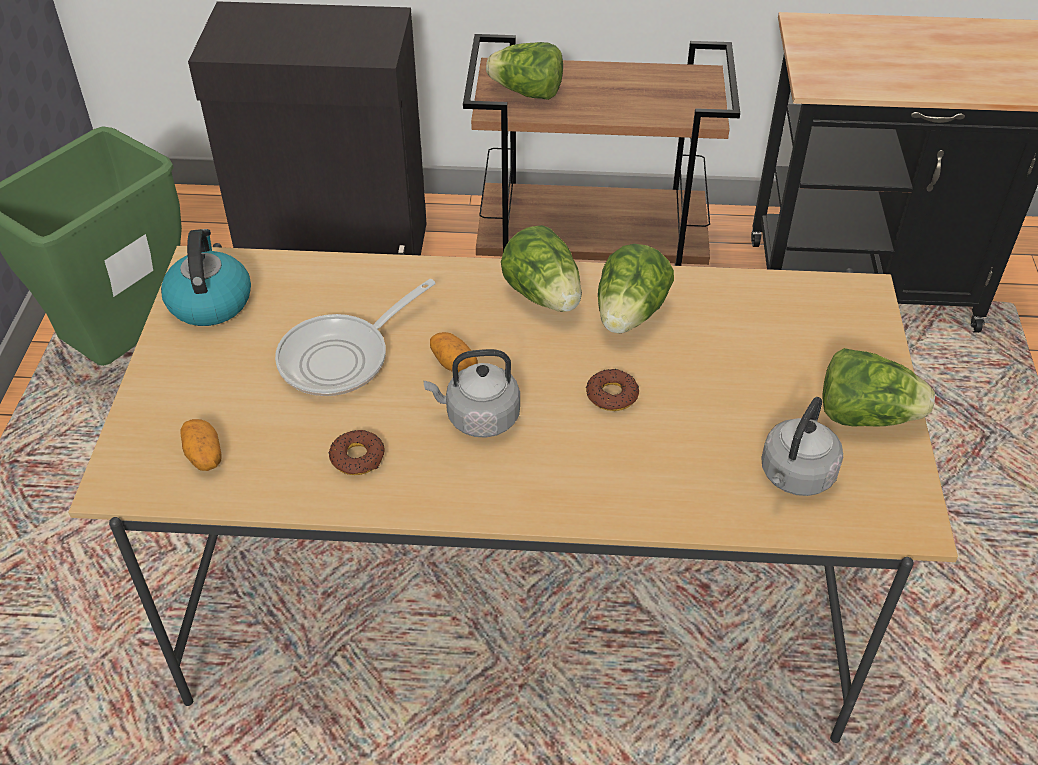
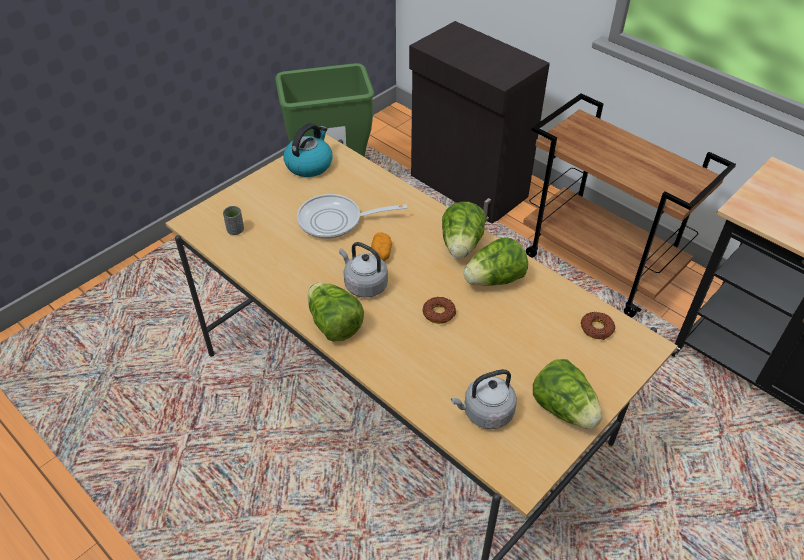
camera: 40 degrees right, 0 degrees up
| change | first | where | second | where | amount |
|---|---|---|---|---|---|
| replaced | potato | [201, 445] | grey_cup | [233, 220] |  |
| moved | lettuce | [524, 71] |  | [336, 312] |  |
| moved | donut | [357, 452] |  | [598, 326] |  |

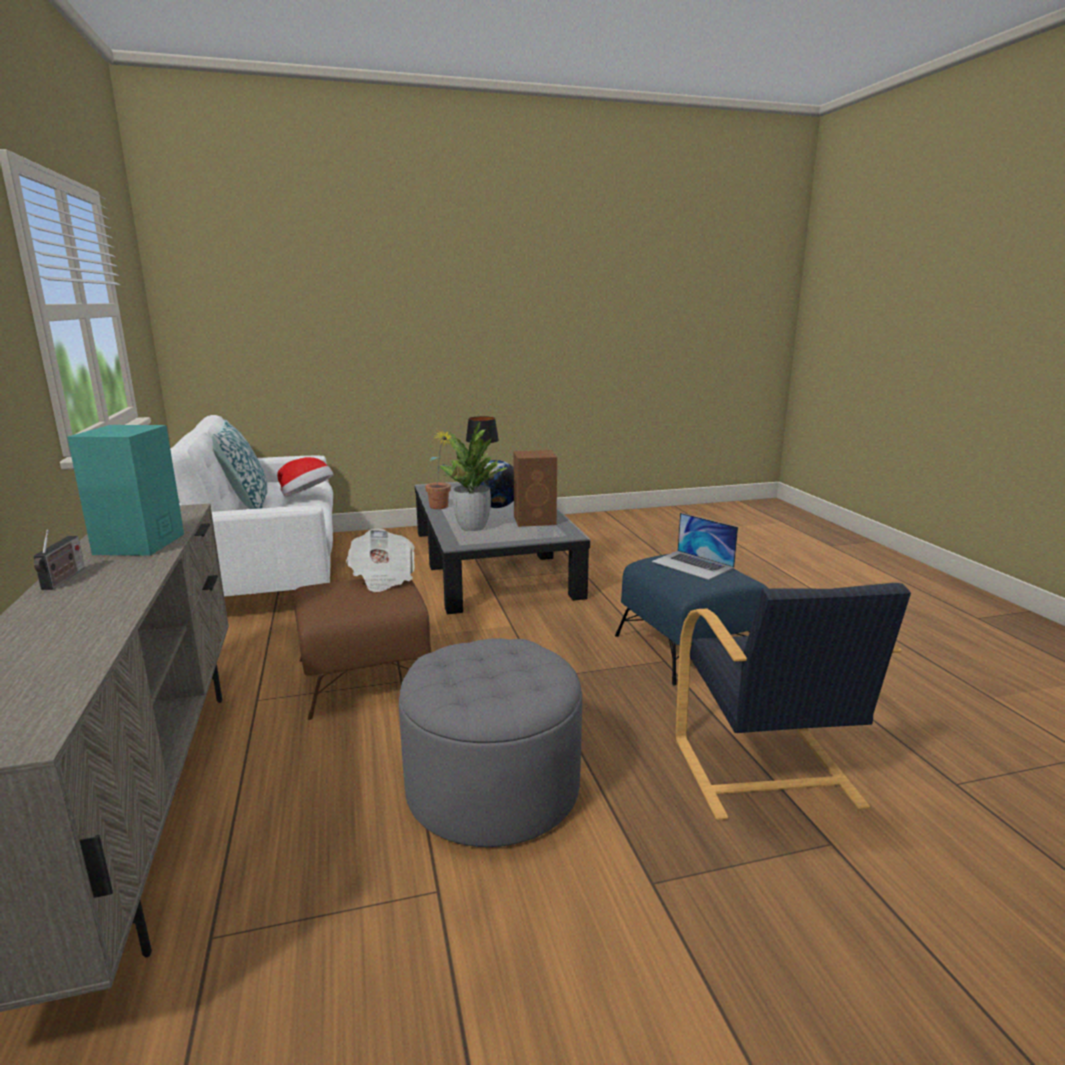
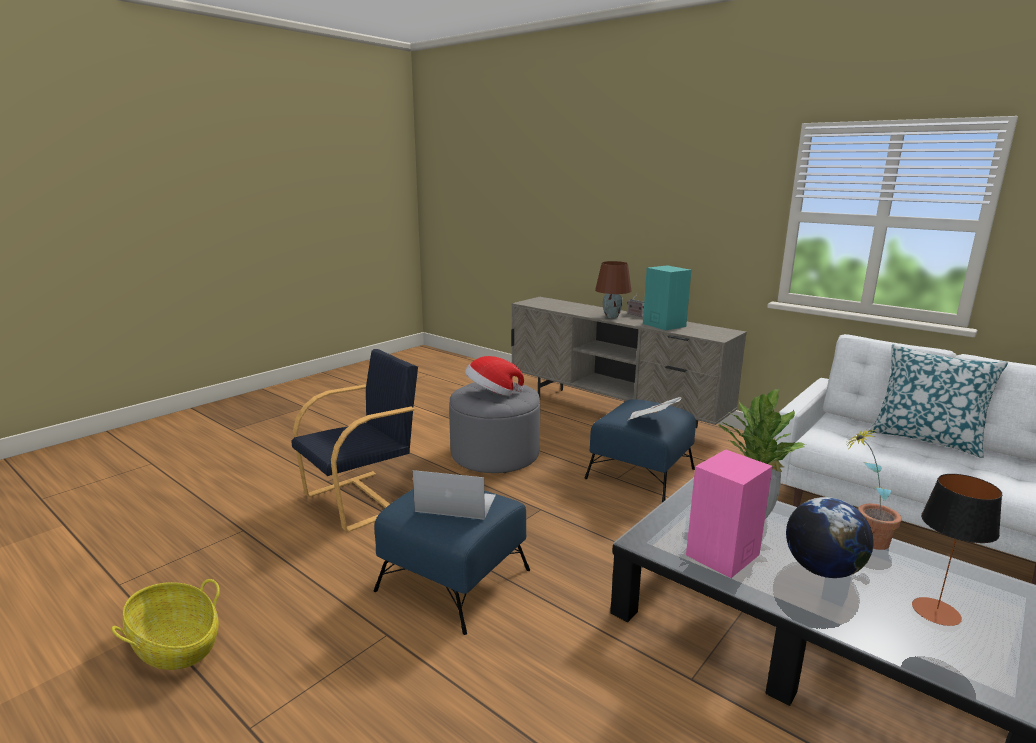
camera: 145 degrees right, 0 degrees up
| change | first | where | second | where | amount |
|---|---|---|---|---|---|
| added |  |  | basket | [166, 624] |  |
| turned | black_armchair | [793, 701] |  | [355, 440] | 90 degrees clockwise |
| moved | hat | [305, 476] |  | [494, 376] |  |
| recoloured | brown_ottoman | [362, 649] | blue_ottoman | [640, 451] |  |
| added |  |  | brown_table_lamp | [613, 289] |  |
| recoloured | brown_speaker | [535, 488] | pink_speaker | [729, 513] |  |

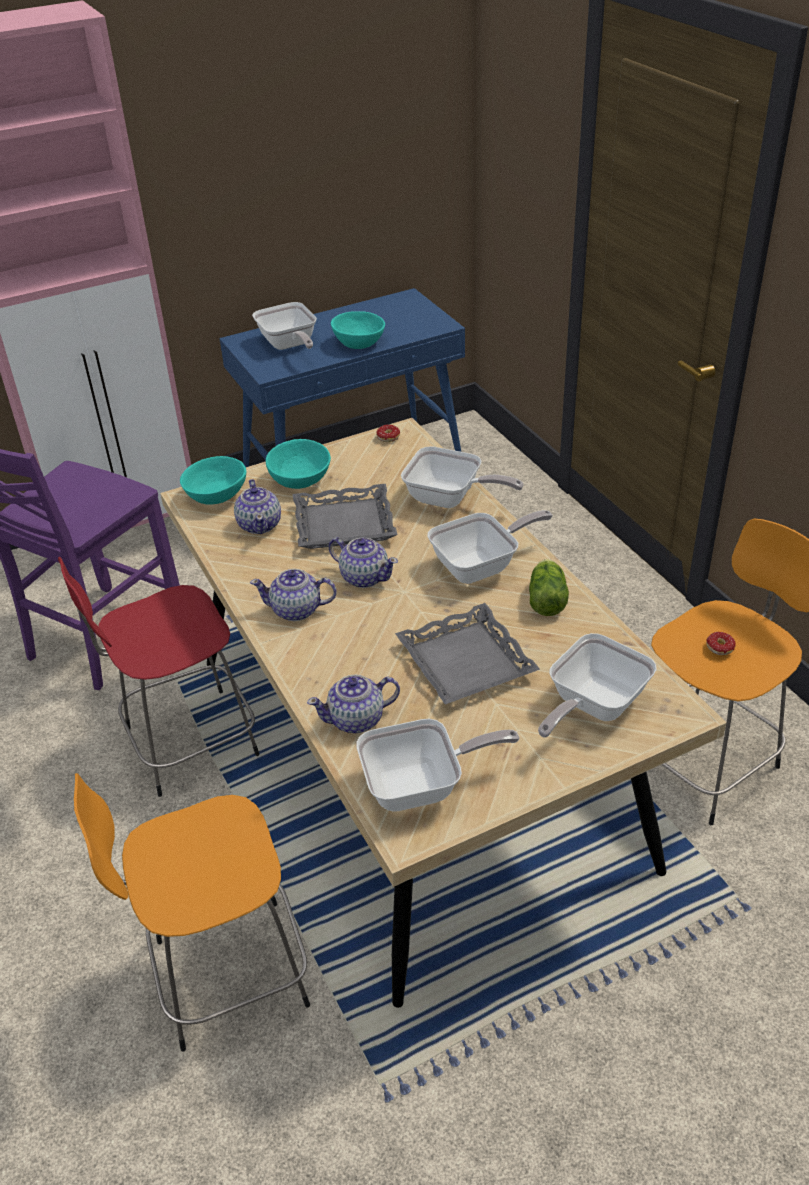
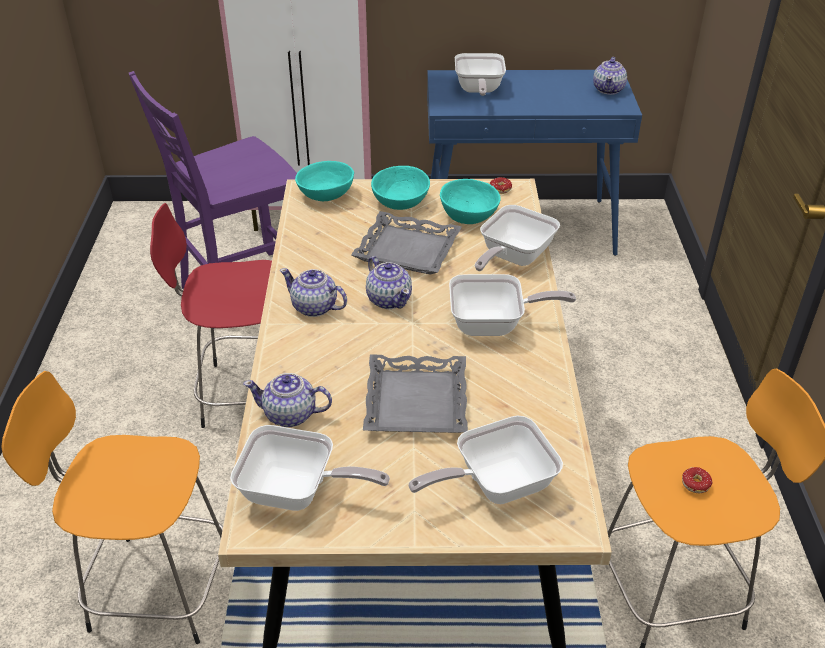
camera: 25 degrees right, 0 degrees up
| change | first | where | second | where | amount |
|---|---|---|---|---|---|
| moved | turquoise_bowl | [358, 330] |  | [470, 201] |  |
| turned | frying_pan | [462, 477] |  | [517, 238] | 75 degrees clockwise |
| moved | teapot | [257, 506] |  | [610, 76] |  |
| removed | lettuce | [549, 587] |  |  |  |

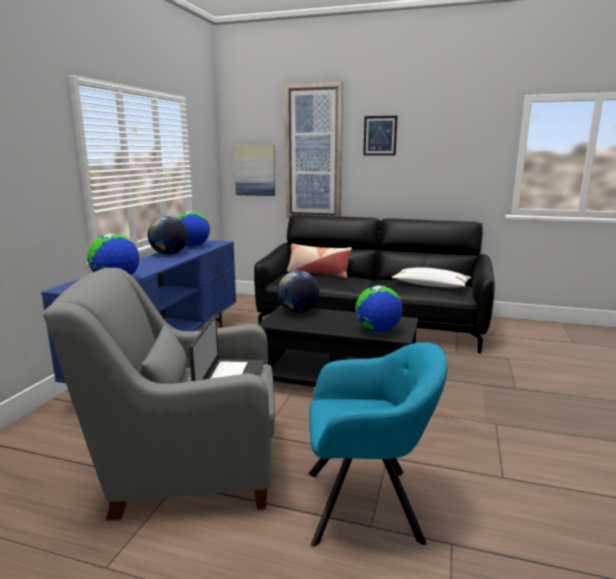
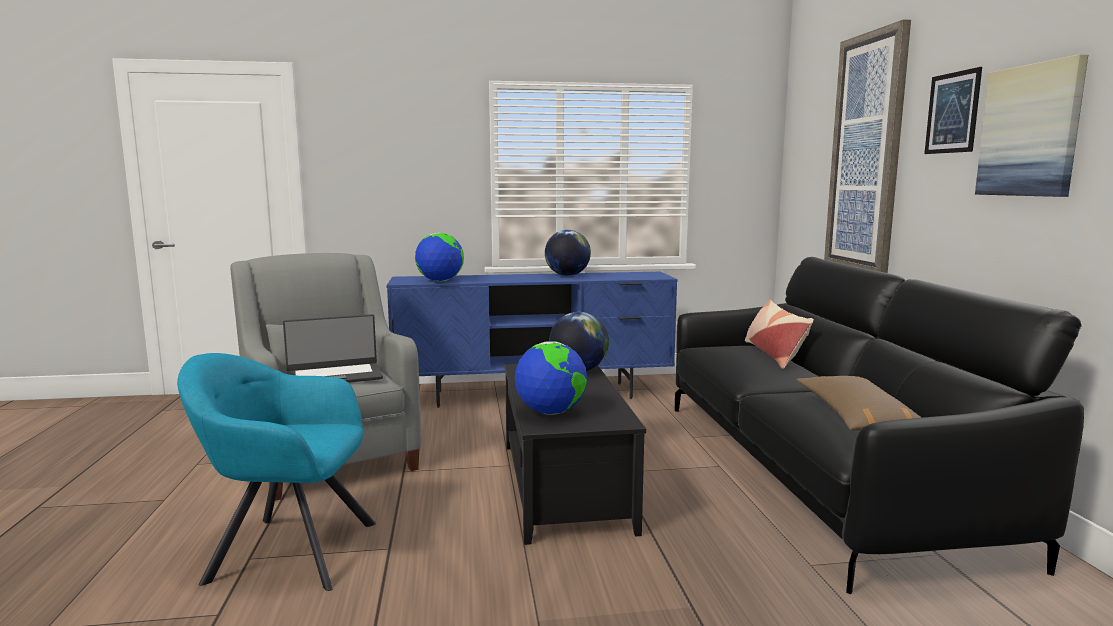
camera: 65 degrees right, 5 degrees down
| change | first | where | second | where | amount |
|---|---|---|---|---|---|
| turned | turquoise_armchair | [378, 444] |  | [276, 472] | 120 degrees clockwise |
| recoloured | white_pillow | [431, 277] | brown_pillow | [859, 403] |  |
| moved | picture | [254, 170] |  | [1031, 125] |  |
| removed | globe | [193, 229] |  |  |  |

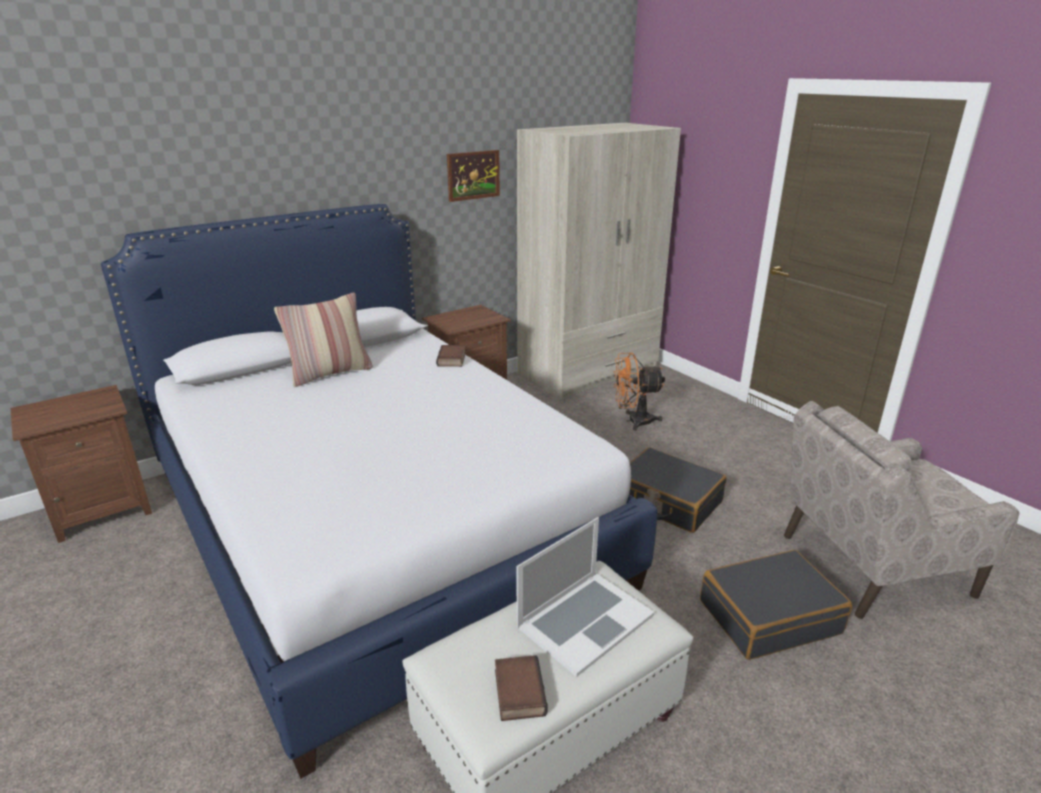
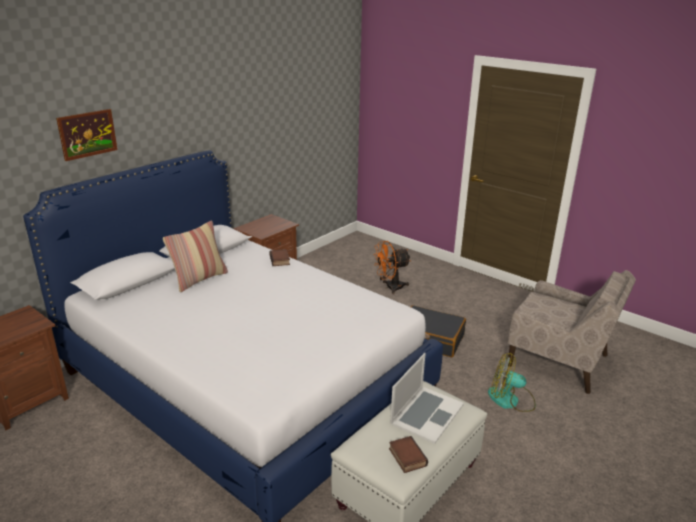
camera: 15 degrees left, 0 degrees up
| change | first | where | second | where | amount |
|---|---|---|---|---|---|
| moved | picture | [473, 176] |  | [87, 135] |  |
| replaced | black_suitcase | [776, 605] | fan | [512, 382] |  |
| turned | beige_armchair | [902, 510] |  | [572, 332] | 120 degrees counterclockwise |
| removed | beige_wardrobe | [599, 261] |  |  |  |

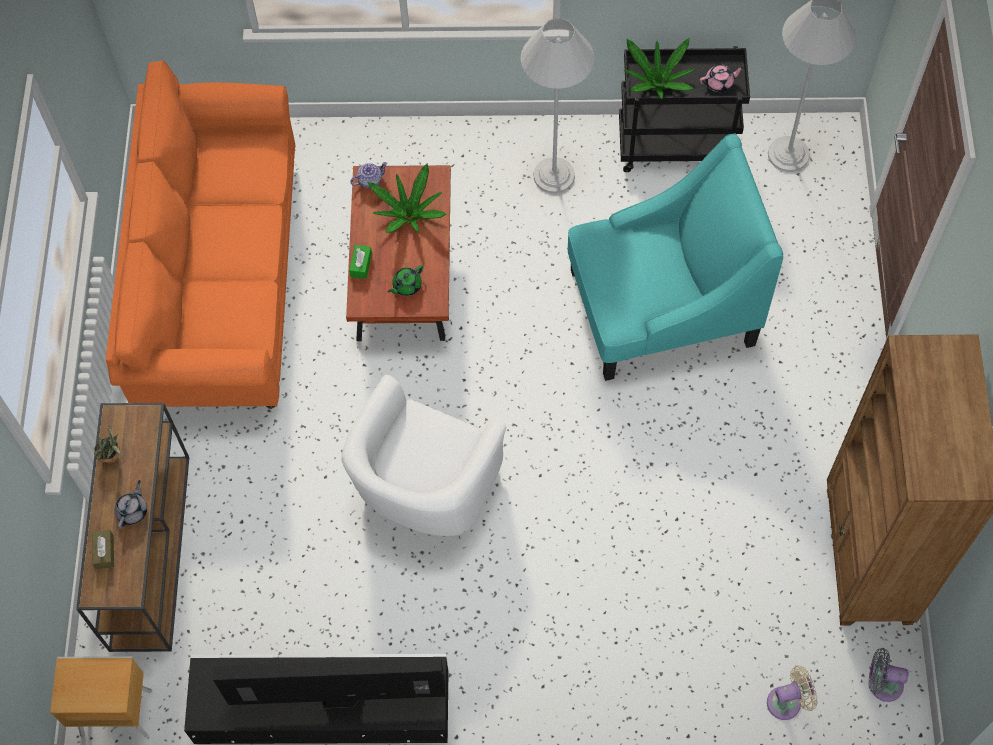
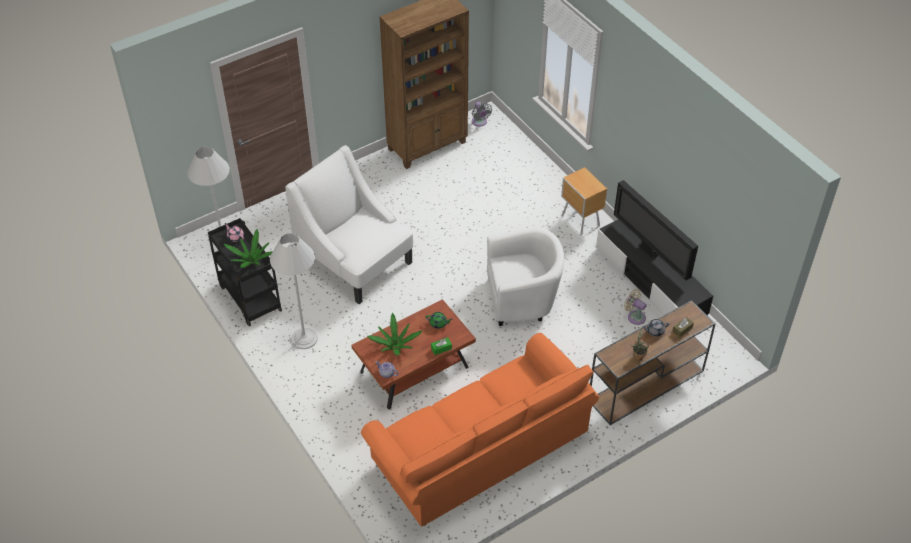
camera: 125 degrees left, 15 degrees down
| change | first | where | second | where | amount |
|---|---|---|---|---|---|
| recoloured | turquoise_armchair | [675, 257] | white_armchair | [349, 224] |  |
| moved | brown_nightstand | [101, 697] |  | [584, 201] |  |
| moved | beige_fan | [792, 692] |  | [635, 307] |  |

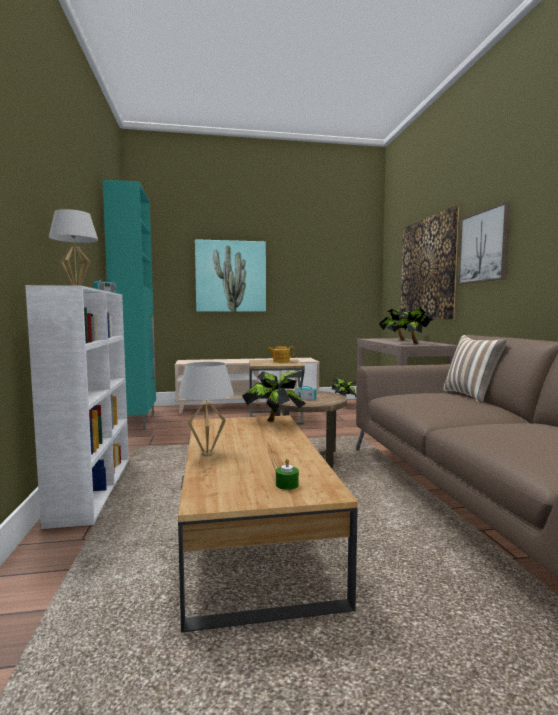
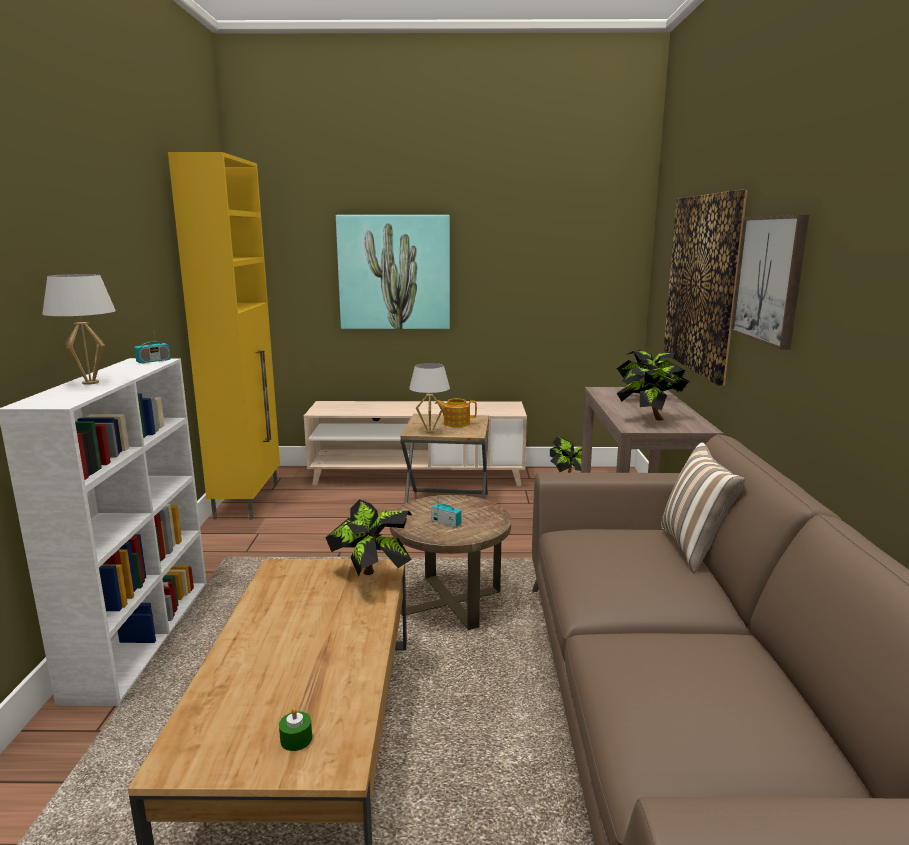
camera: 10 degrees right, 10 degrees up
| change | first | where | second | where | amount |
|---|---|---|---|---|---|
| recoloured | turquoise_cabinet | [129, 305] | yellow_cabinet | [224, 335] |  |
| moved | white_table_lamp | [206, 409] |  | [429, 398] |  |

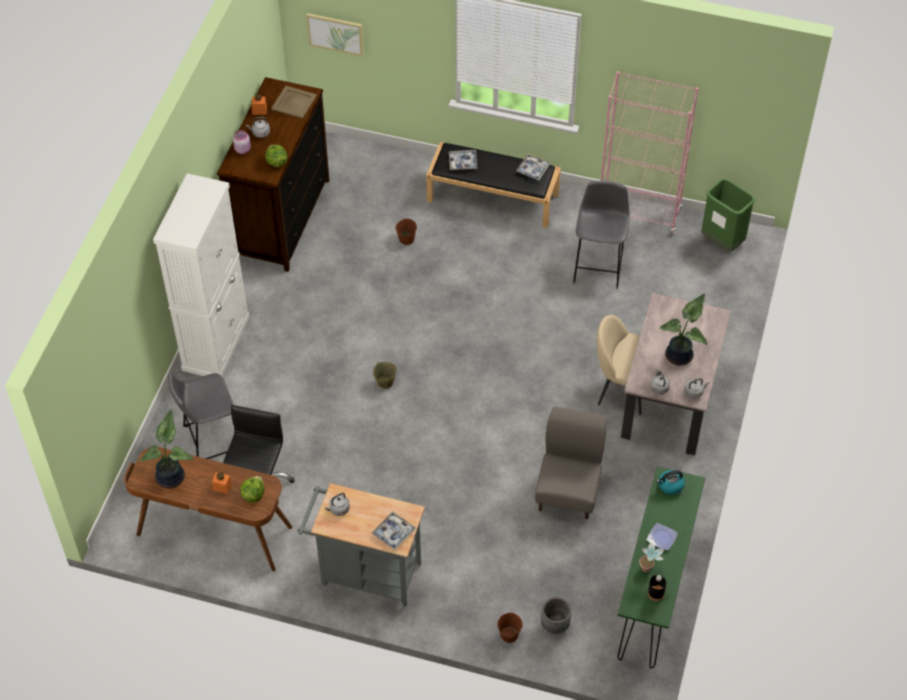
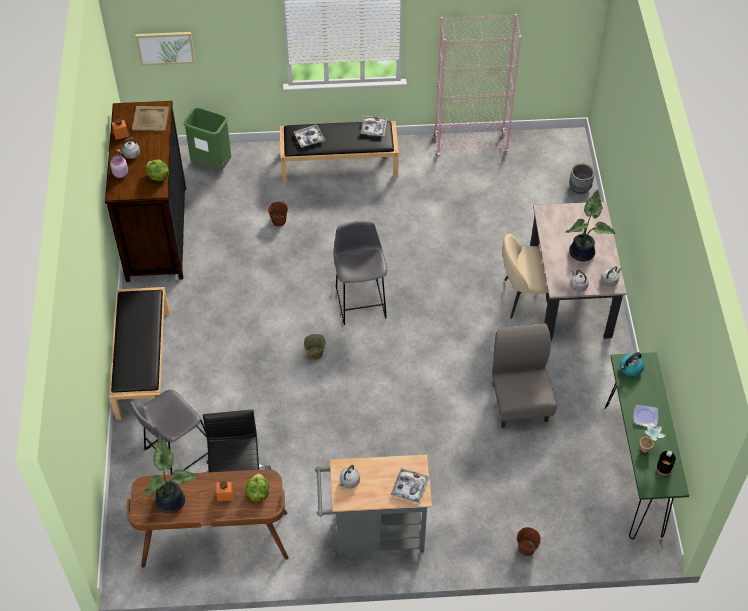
camera: 20 degrees left, 0 degrees up
| change | first | where | second | where | amount |
|---|---|---|---|---|---|
| replaced | white_cabinet | [201, 274] | black_bench | [139, 353] |  |
| moved | green_trash_can | [728, 215] |  | [207, 139] |  |
| moved | grey_stool | [601, 234] |  | [360, 273] |  |
| moved | grey_planter | [556, 615] |  | [582, 178] |  |

